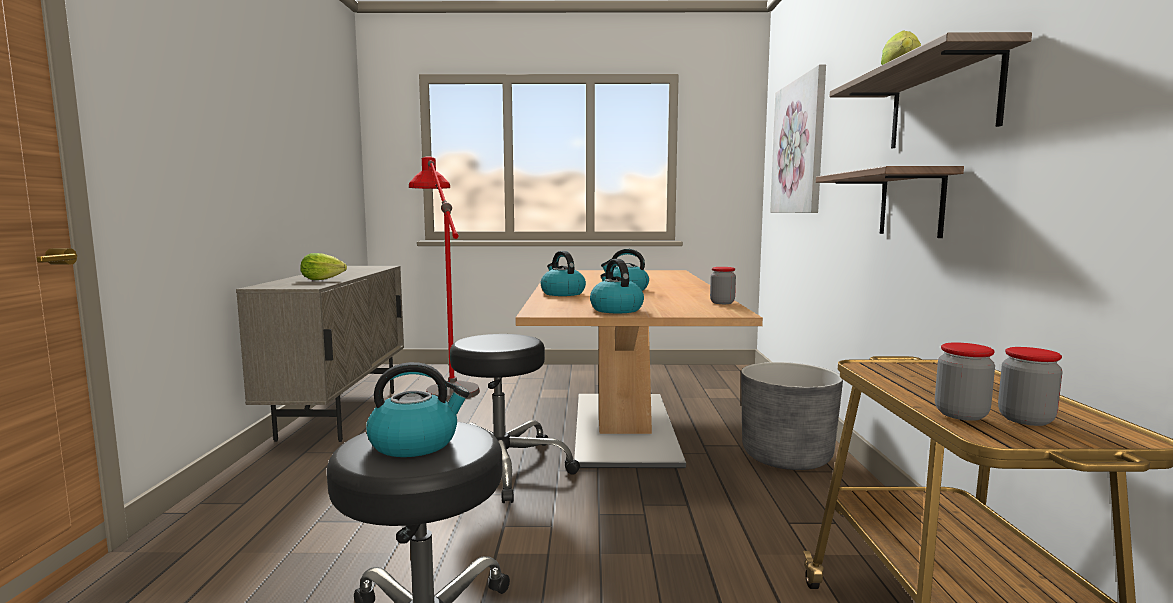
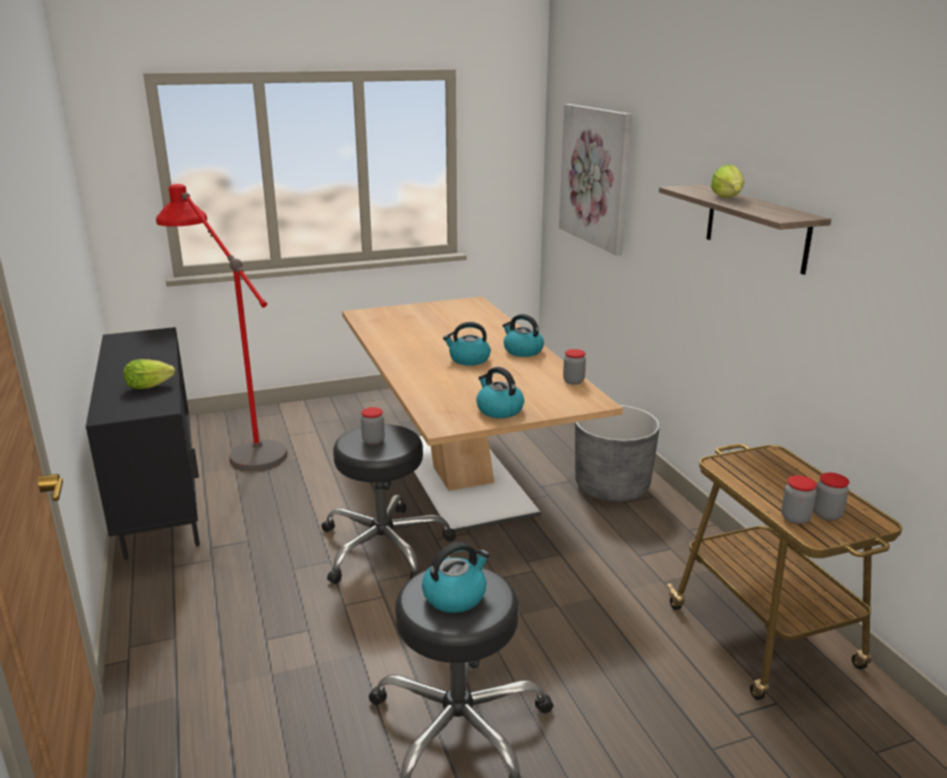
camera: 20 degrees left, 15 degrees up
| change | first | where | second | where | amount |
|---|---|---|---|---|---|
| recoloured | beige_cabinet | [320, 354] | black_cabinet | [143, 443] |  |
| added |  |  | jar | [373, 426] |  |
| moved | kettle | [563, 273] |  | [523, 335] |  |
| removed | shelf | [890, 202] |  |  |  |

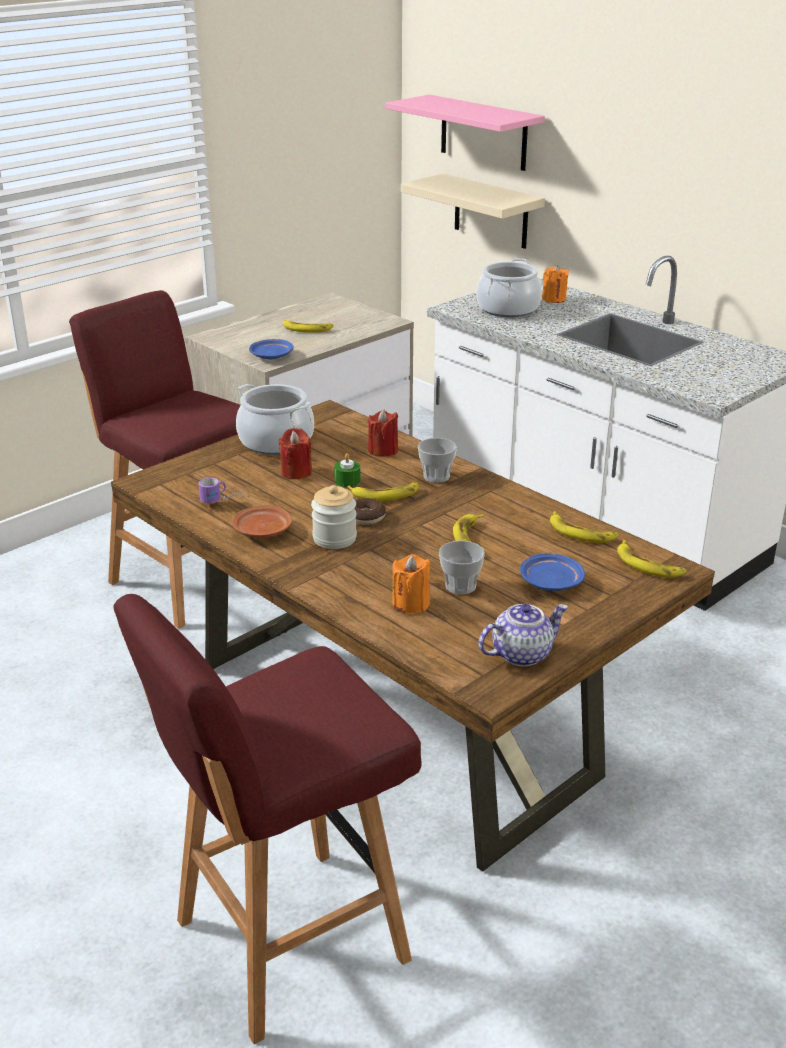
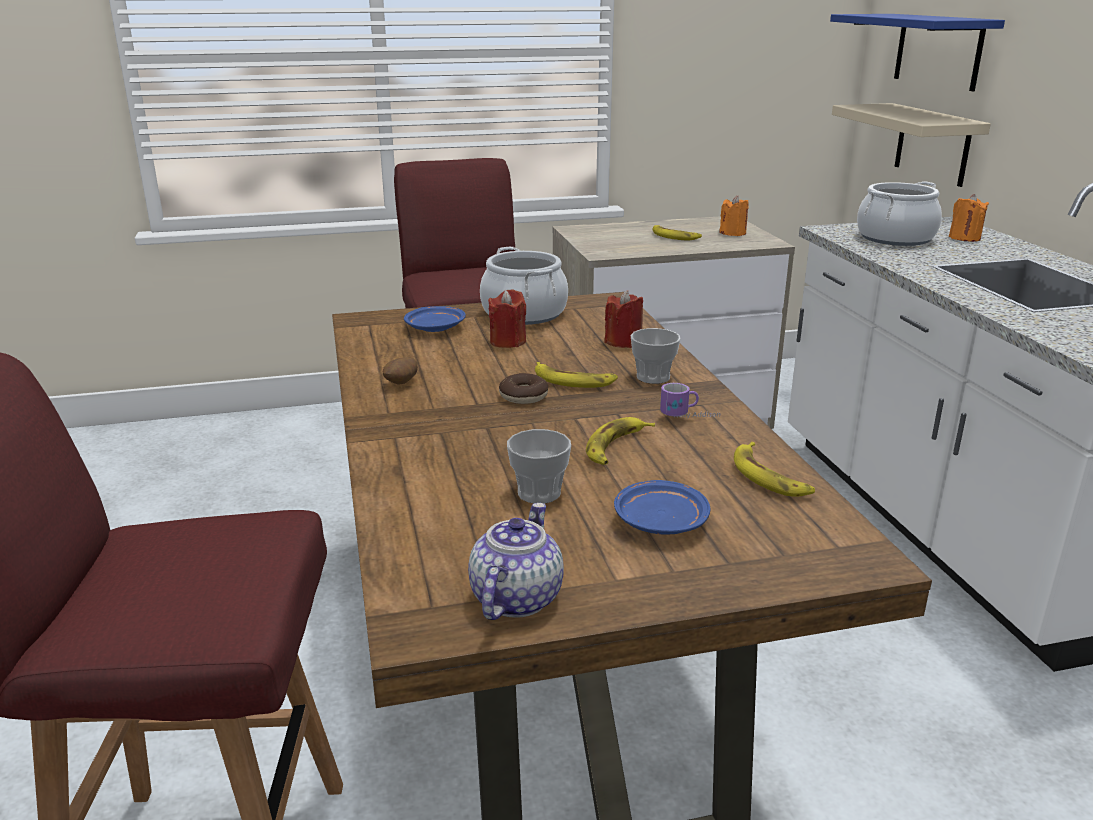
camera: 30 degrees right, 5 degrees down
| change | first | where | second | where | amount |
|---|---|---|---|---|---|
| replaced | brown_plate | [262, 521] | potato | [400, 371] |  |
| moved | blue_plate | [271, 349] |  | [435, 319] |  |
| turned | teapot | [523, 635] |  | [516, 561] | 75 degrees counterclockwise |
| moved | mug | [220, 490] |  | [690, 400] |  |
| moved | orange_candle | [411, 583] |  | [734, 216] |  |
| recoloured | pink_shelf | [465, 133] | blue_shelf | [917, 52] |  |
| removed | jar | [334, 517] |  |  |  |
| removed | green_candle | [347, 470] |  |  |  |
| removed | banana | [652, 559] |  |  |  |

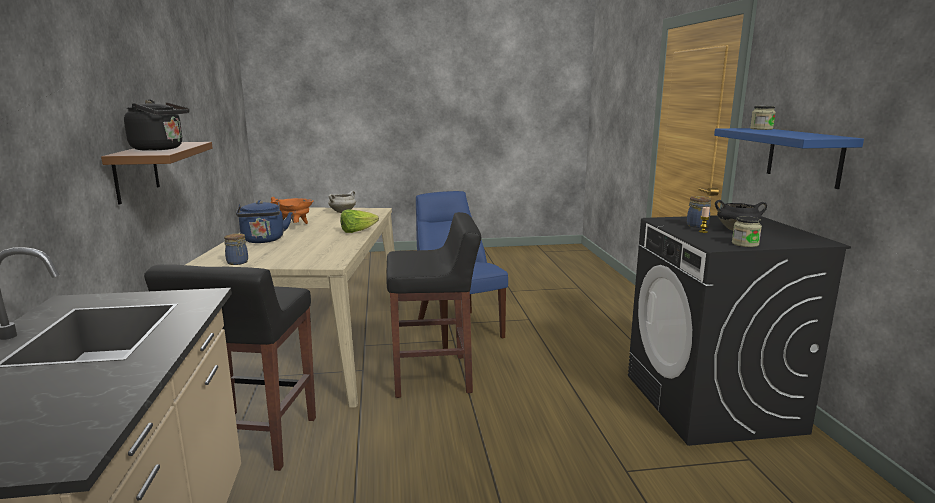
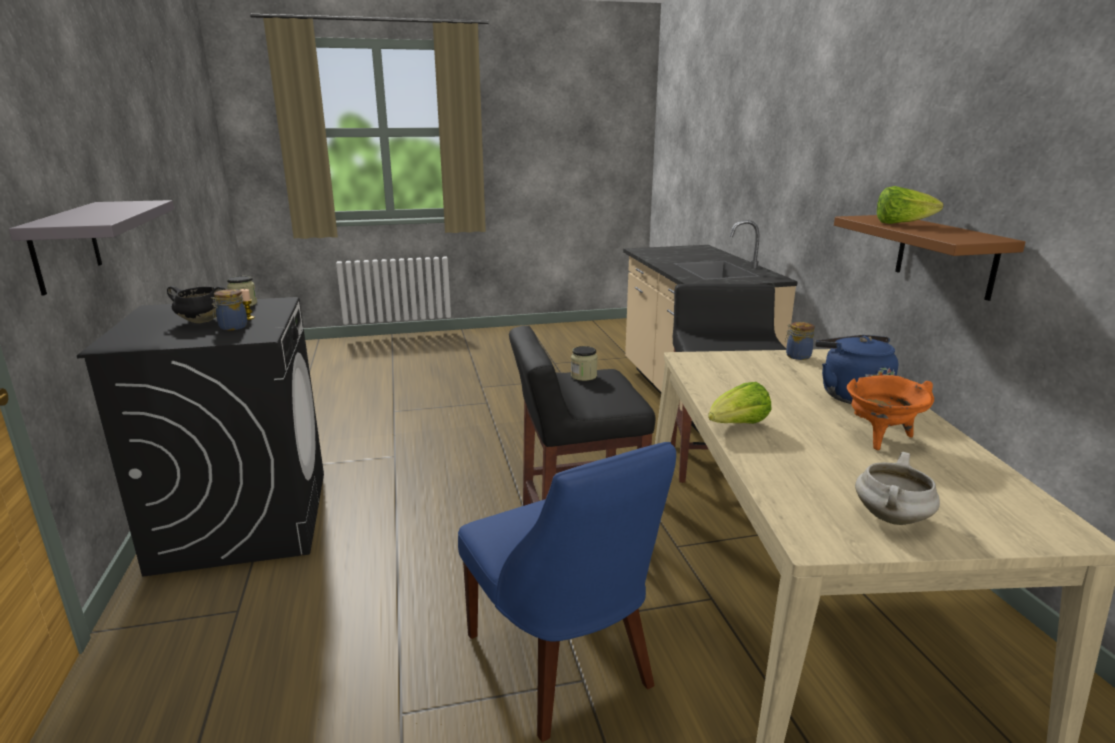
camera: 175 degrees right, 5 degrees up
| change | first | where | second | where | amount |
|---|---|---|---|---|---|
| recoloured | blue_shelf | [789, 158] | grey_shelf | [91, 247] |  |
| moved | jar | [763, 118] |  | [584, 363] |  |
| replaced | black_kettle | [156, 125] | lettuce | [910, 205] |  |

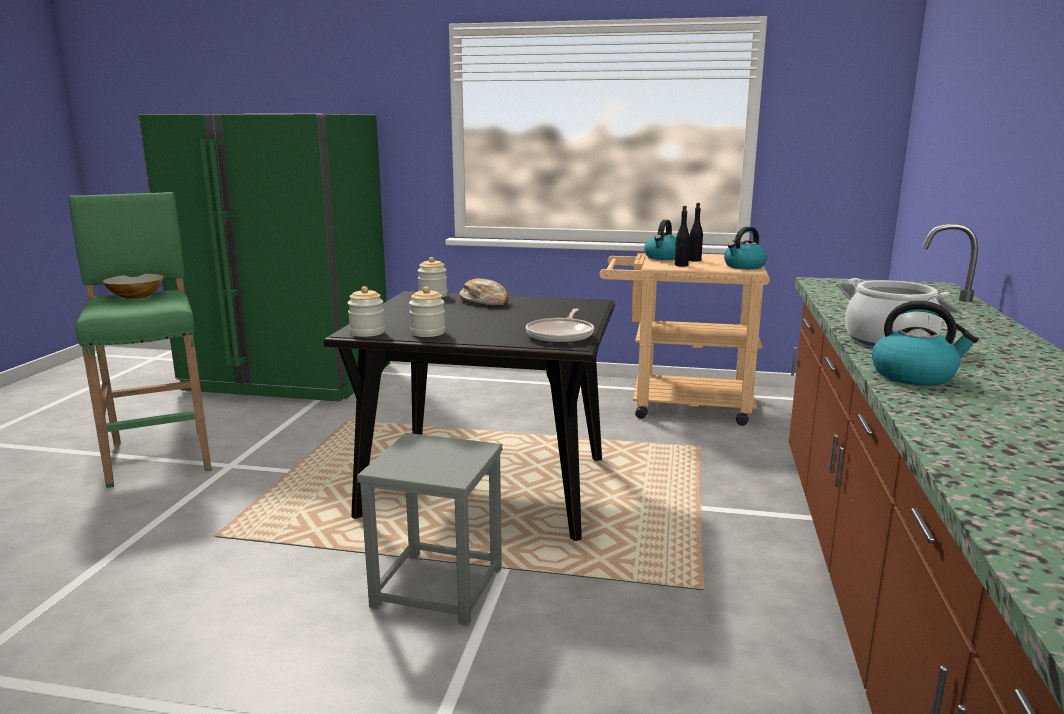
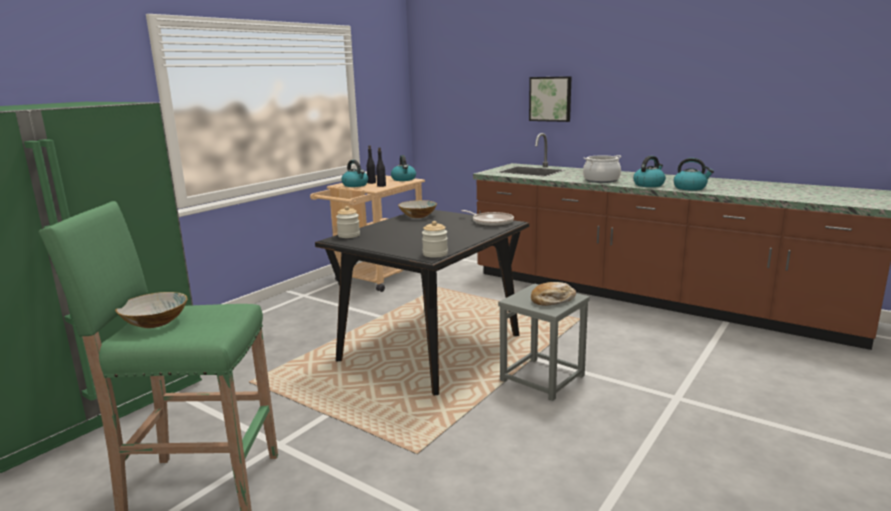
camera: 65 degrees left, 0 degrees up
| change | first | where | second | where | amount |
|---|---|---|---|---|---|
| added |  |  | bowl | [417, 209] |  |
| added |  |  | picture | [550, 99] |  |
| moved | bread | [483, 292] |  | [553, 294] |  |
| added |  |  | kettle | [693, 174] |  |
| removed | jar | [427, 312] |  |  |  |

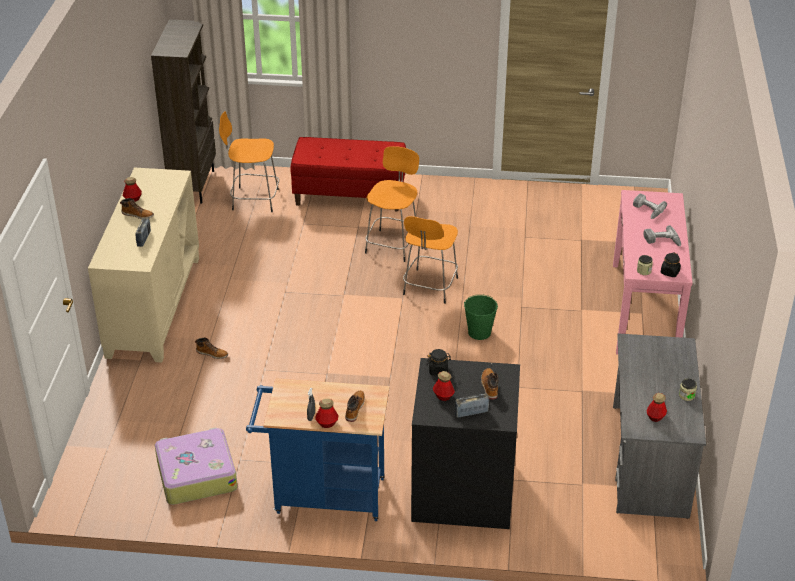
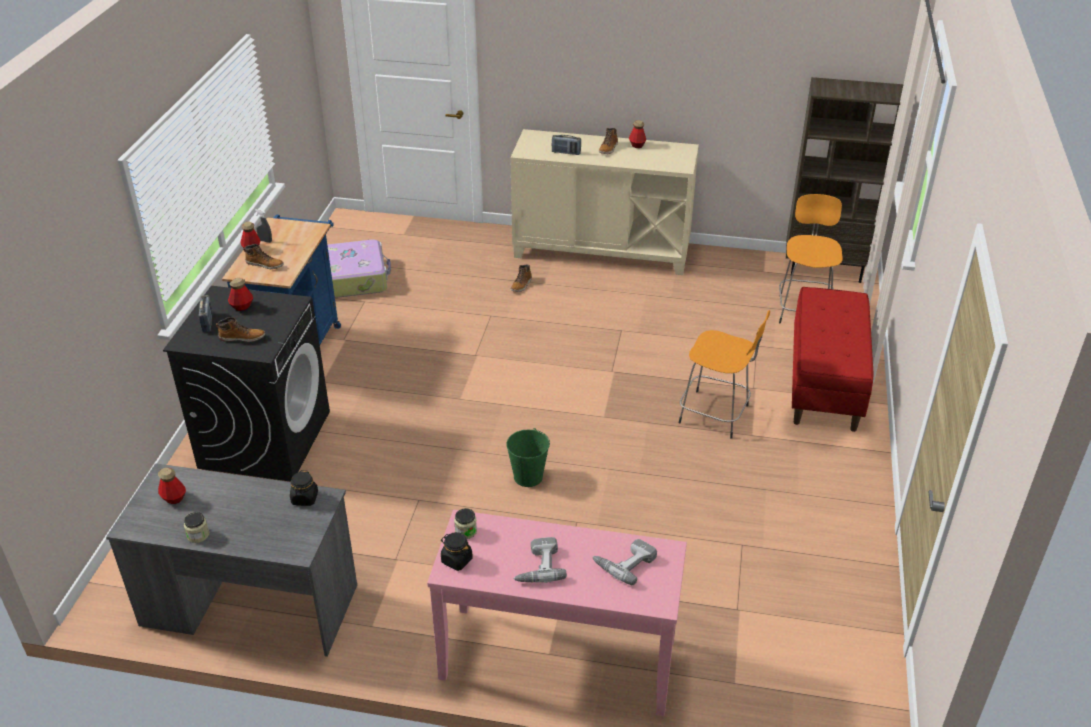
camera: 95 degrees right, 0 degrees up
| change | first | where | second | where | amount |
|---|---|---|---|---|---|
| moved | black_jar | [438, 362] |  | [304, 488] |  |
| removed | orange_stool | [430, 260] |  |  |  |

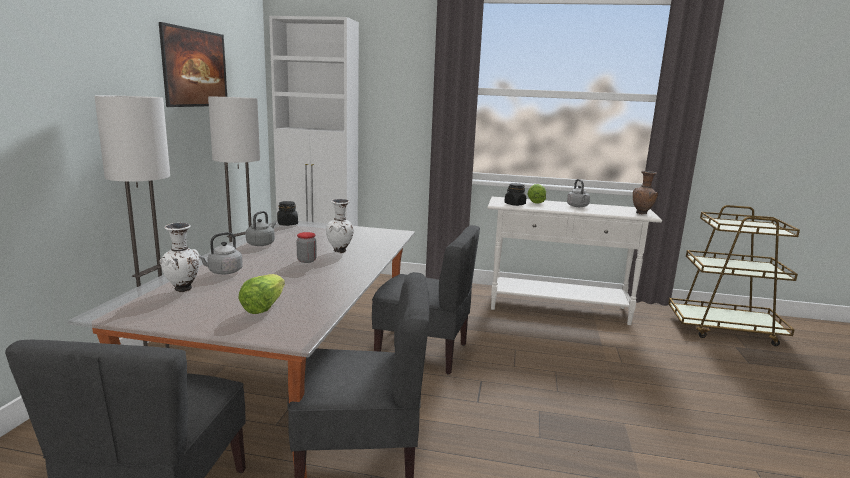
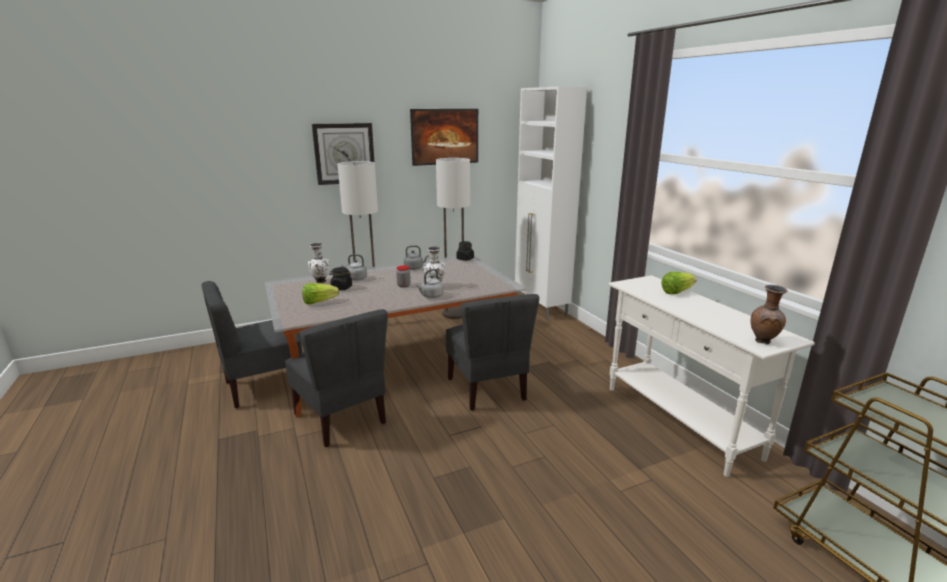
camera: 55 degrees right, 5 degrees up
| change | first | where | second | where | amount |
|---|---|---|---|---|---|
| added |  |  | wall_clock | [343, 154] |  |
| moved | black_jar | [515, 194] |  | [340, 278] |  |
| moved | grey_kettle | [578, 193] |  | [430, 283] |  |

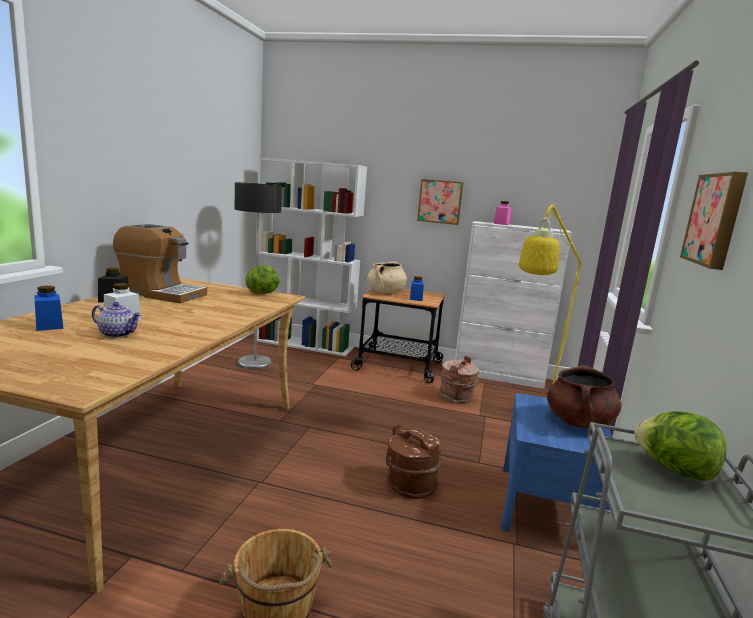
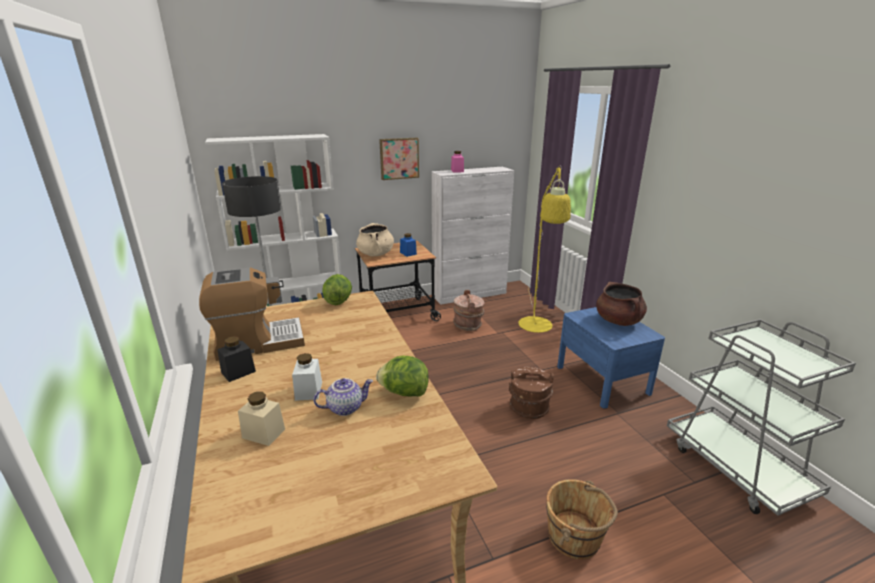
camera: 35 degrees left, 10 degrees up
| change | first | where | second | where | amount |
|---|---|---|---|---|---|
| recoloured | blue_jar | [49, 308] | beige_jar | [261, 419] |  |
| moved | lettuce | [680, 446] |  | [402, 376] |  |
| removed | picture | [714, 221] |  |  |  |

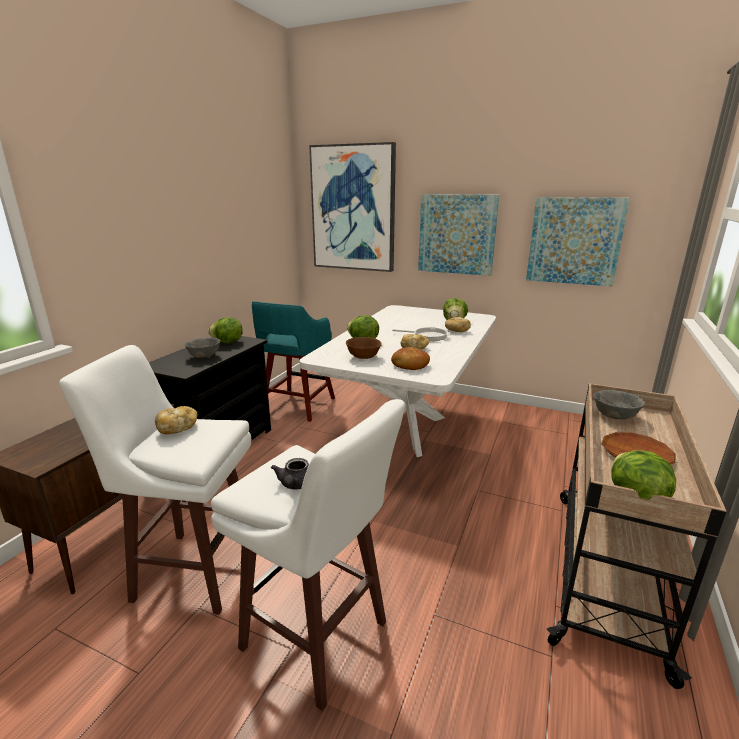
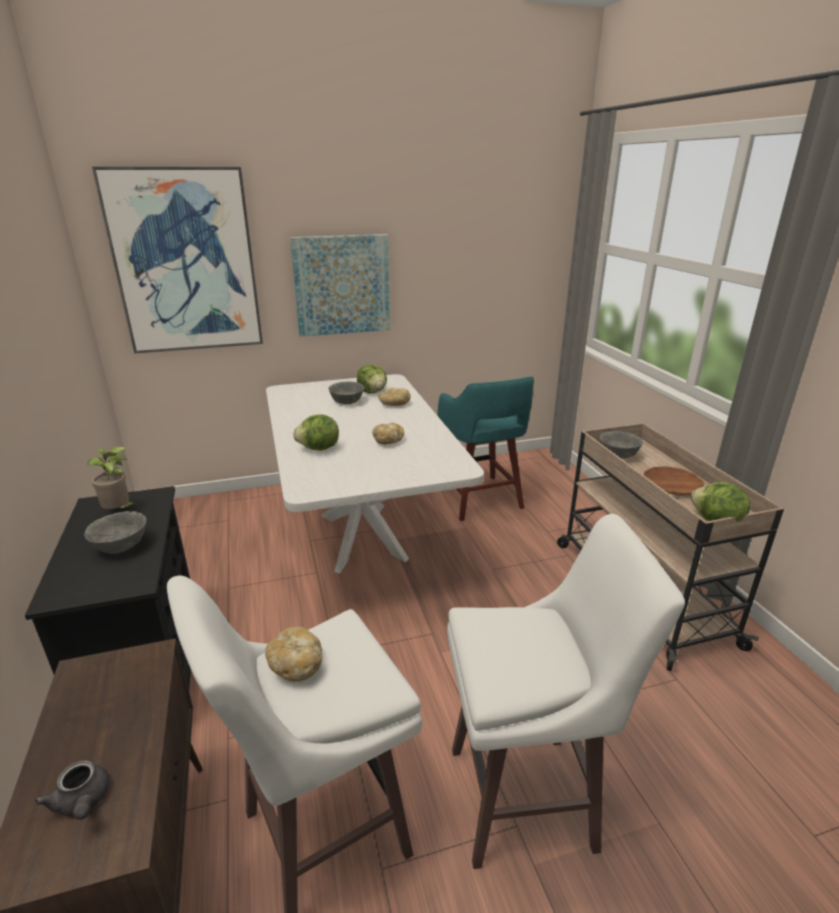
camera: 40 degrees left, 5 degrees up
| change | first | where | second | where | amount |
|---|---|---|---|---|---|
| moved | grey_teapot | [290, 474] |  | [72, 790] |  |
| replaced | lettuce | [225, 330] | potted_plant | [113, 477] |  |
| added |  |  | grey_bowl | [346, 392] |  |
| moved | turquoise_stool | [293, 361] |  | [486, 448] |  |
| removed | brown_bowl | [364, 348] |  |  |  |
| removed | bread | [410, 358] |  |  |  |
| removed | frying_pan | [421, 334] |  |  |  |
| removed | picture | [578, 241] |  |  |  |

